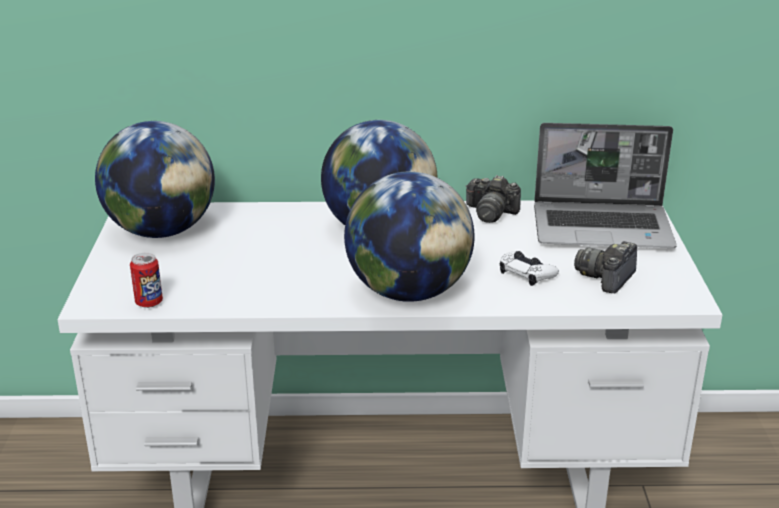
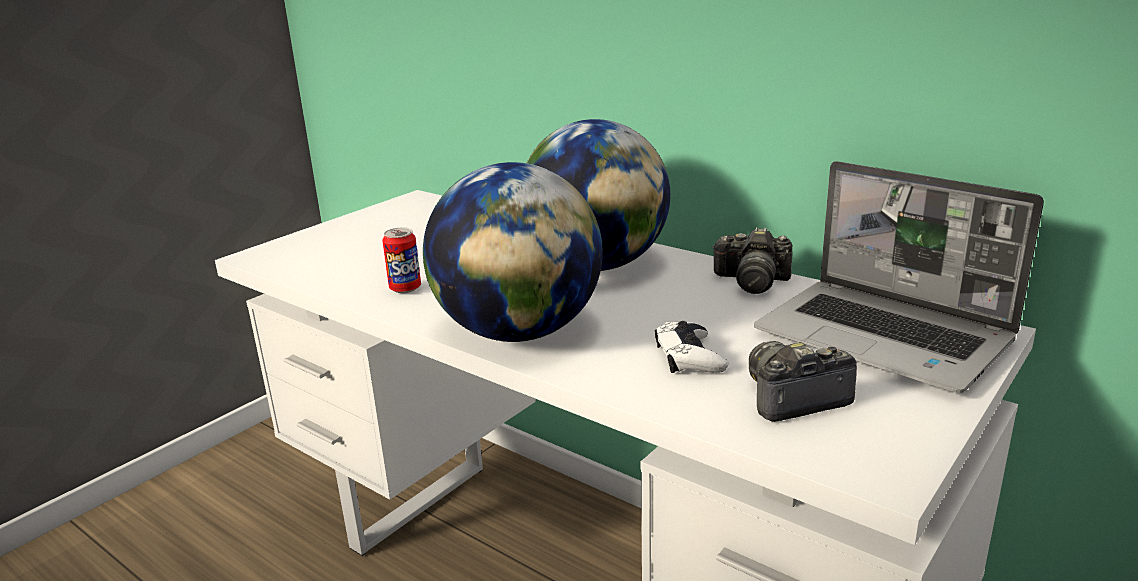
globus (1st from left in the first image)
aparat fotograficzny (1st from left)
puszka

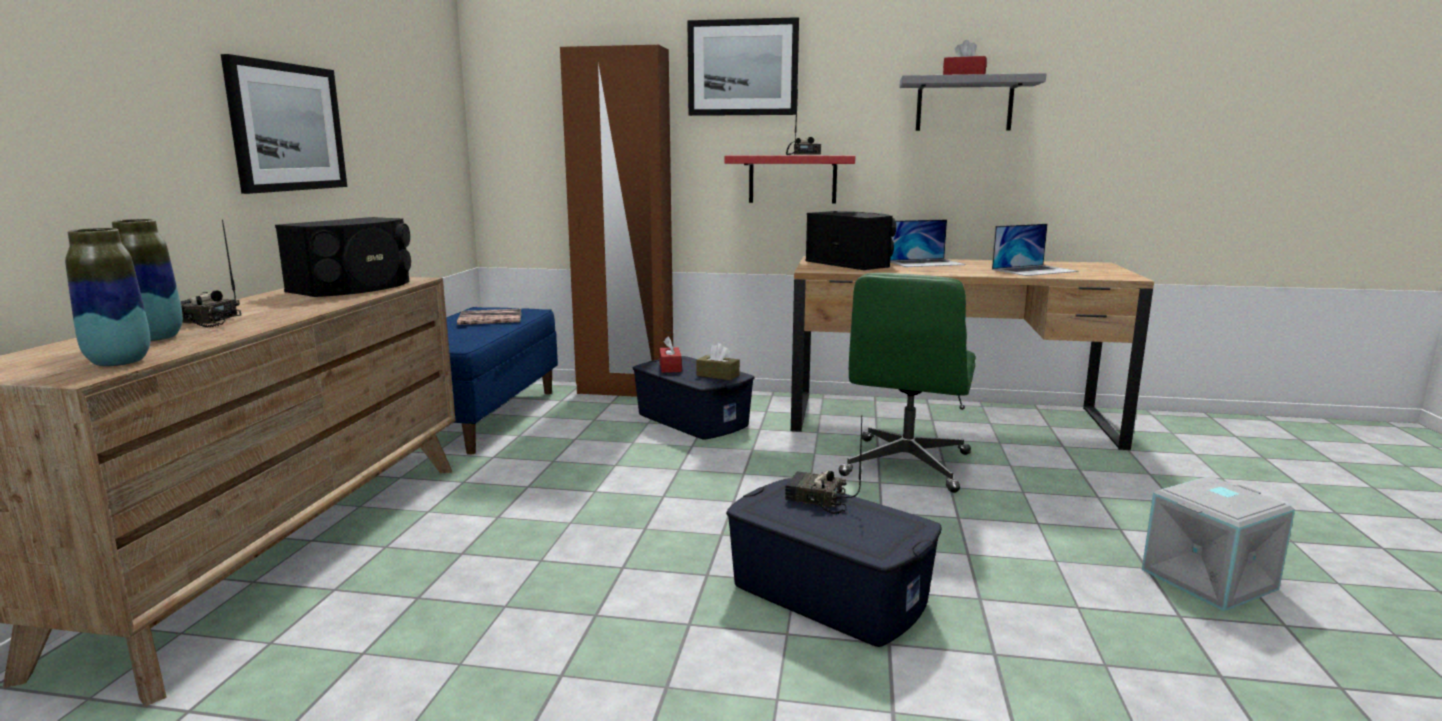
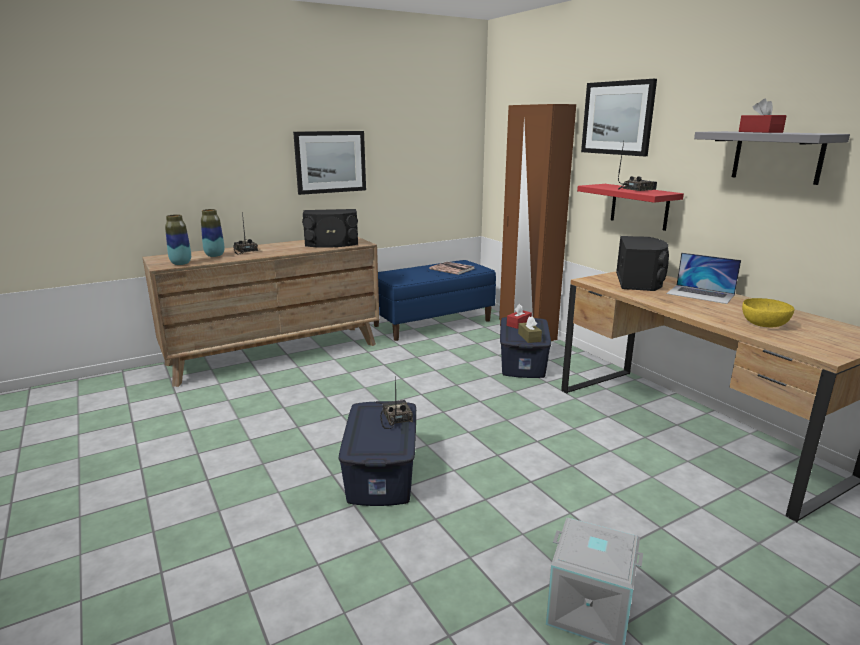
miska (żółty)
krzesło biurowe (zielony)

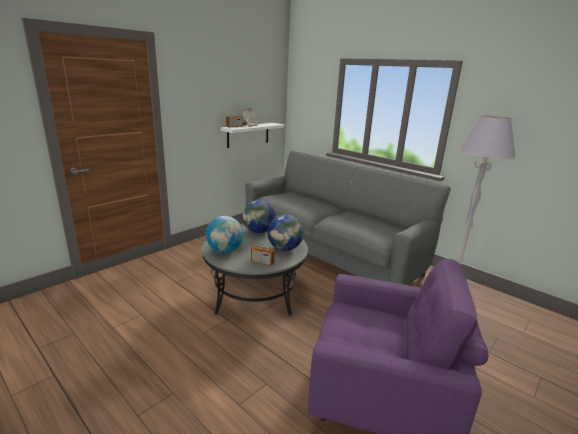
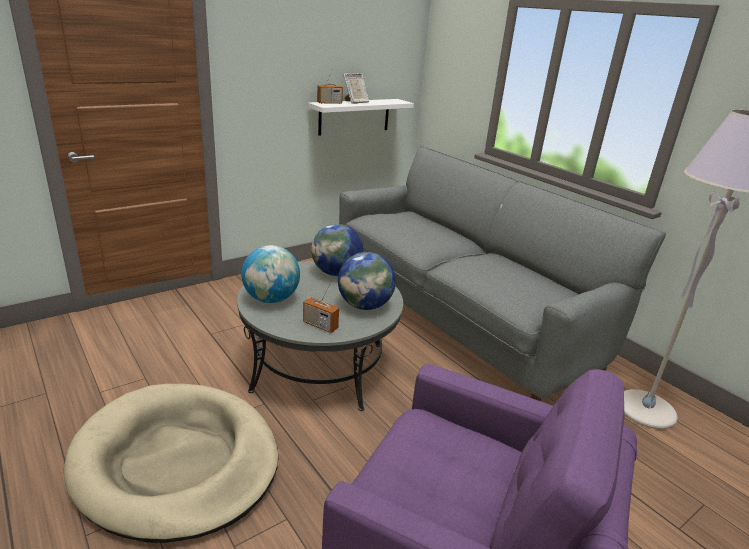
legowisko (beżowy)

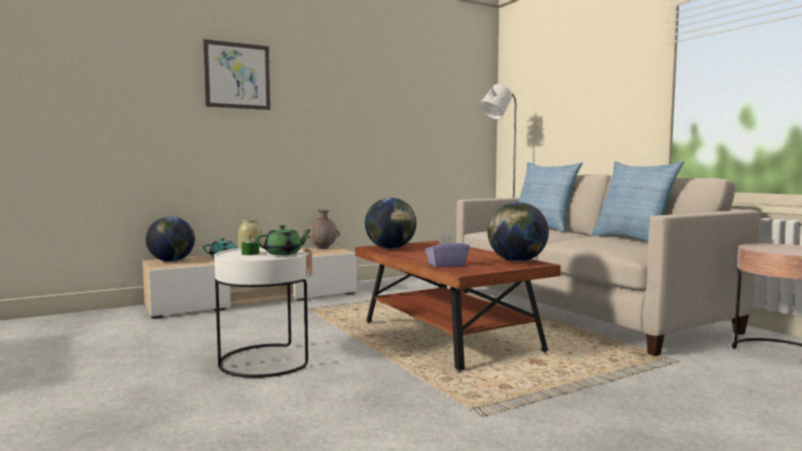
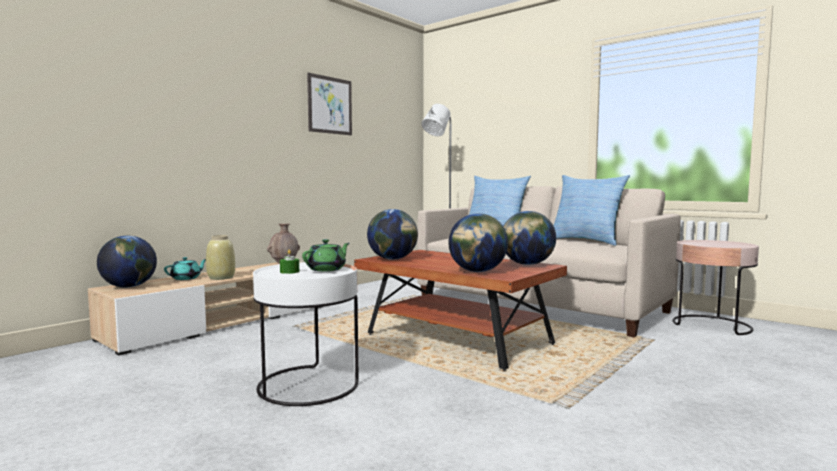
obraz
globus (3rd from left)

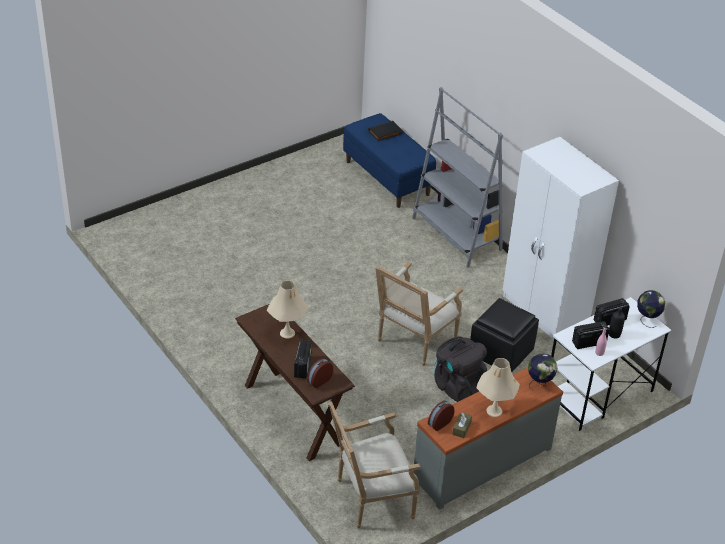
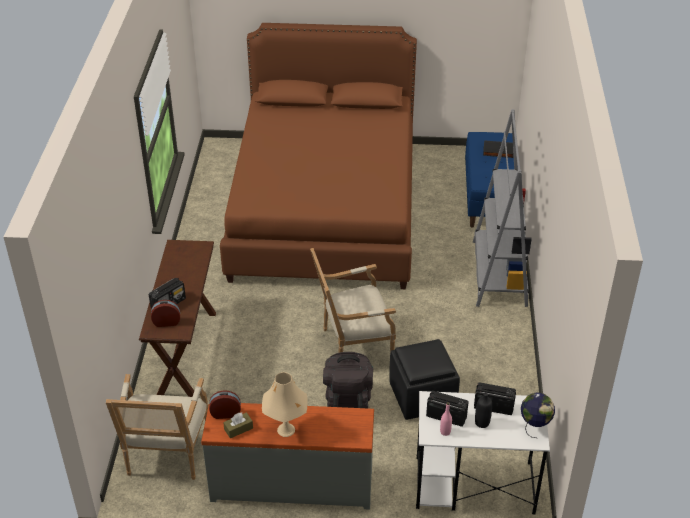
szafa (biały)
lampa stołowa (beżowy) (1st from left in the first image)
globus (1st from left in the first image)
fotel (1st from left)
łóżko (brązowy)

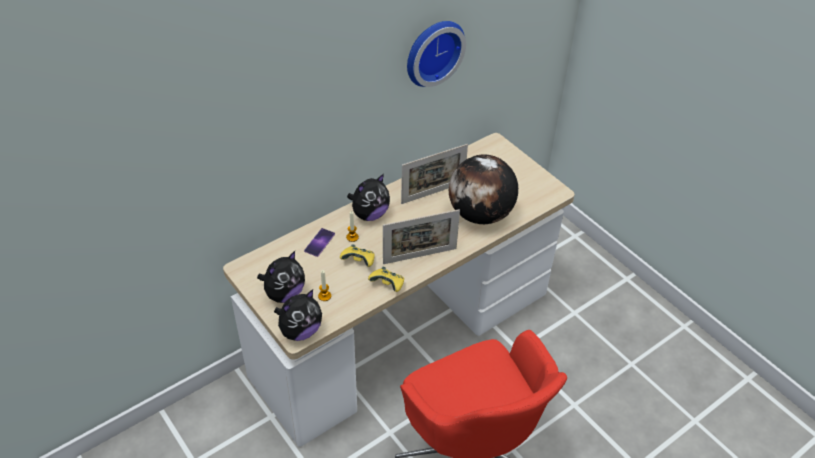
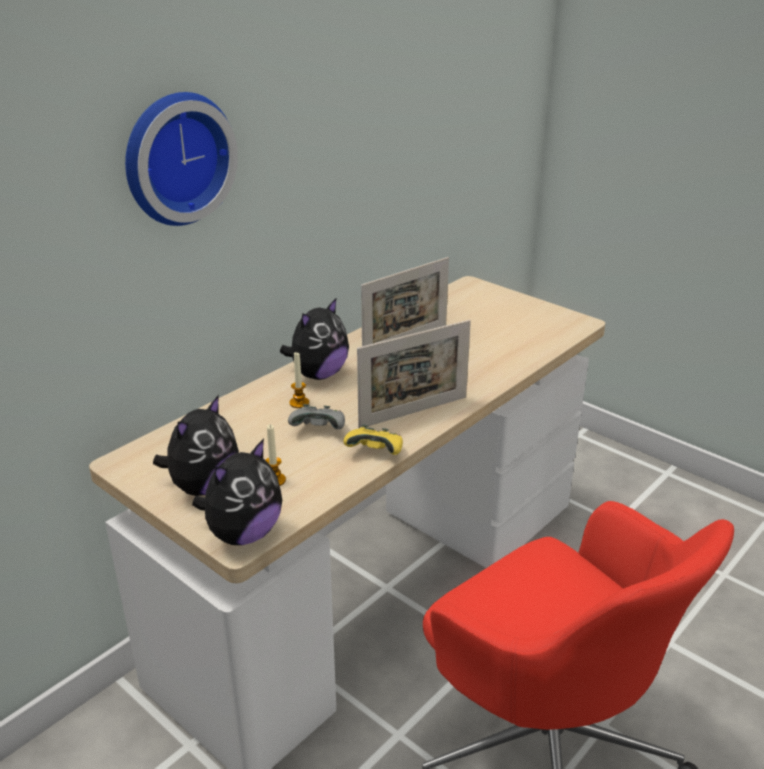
zegar ścienny
globus
telefon
pad do gier (szary)

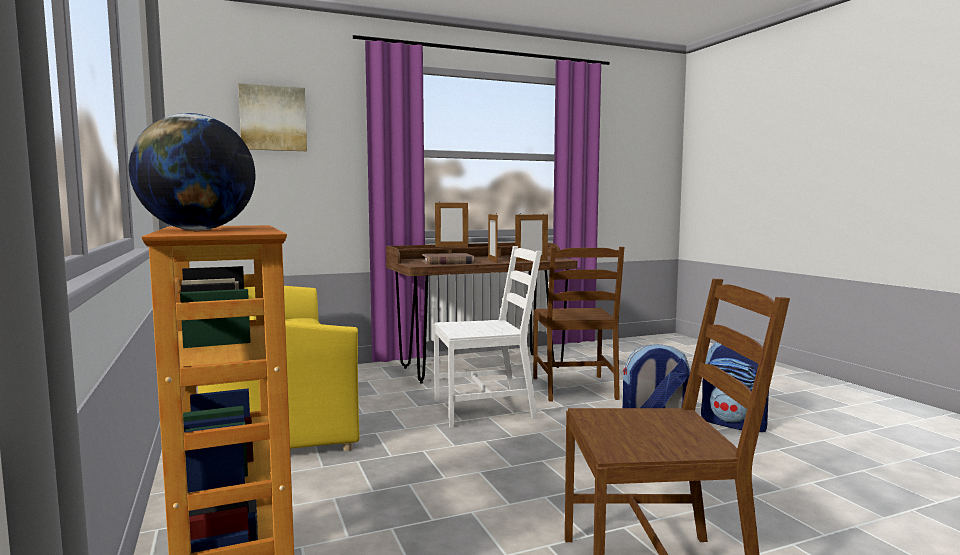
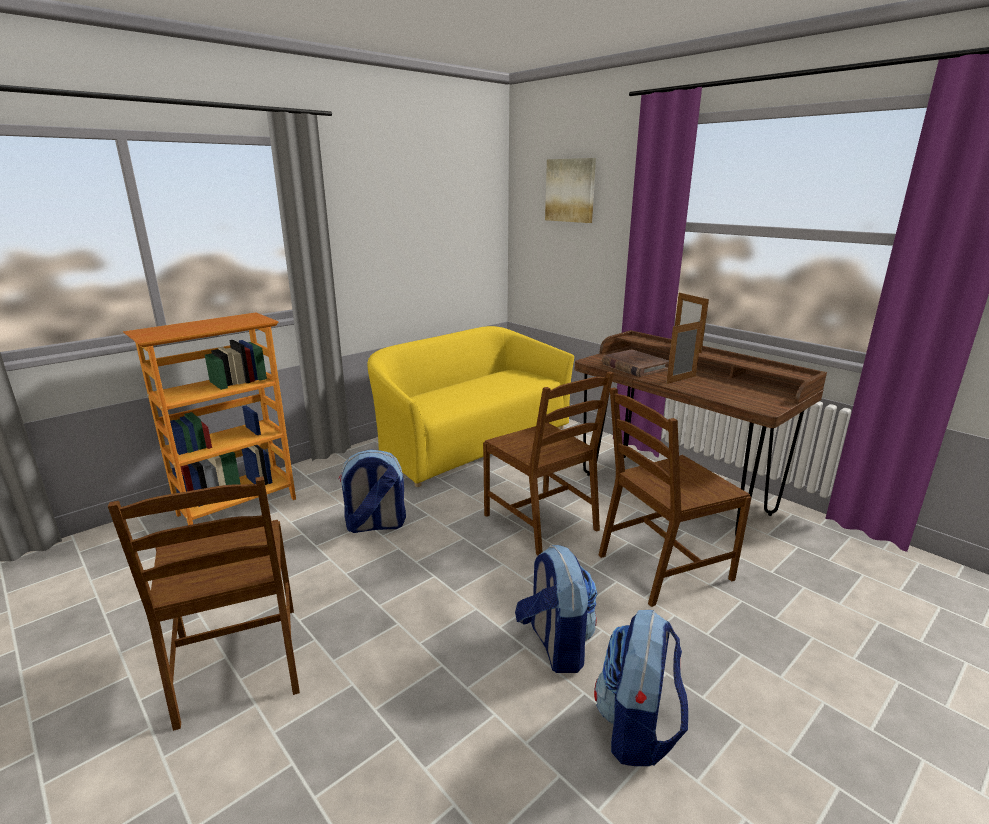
globus
ramka na zdjęcie (3rd from left in the first image)
krzesło (brązowy) (2nd from left)
plecak (1st from left)

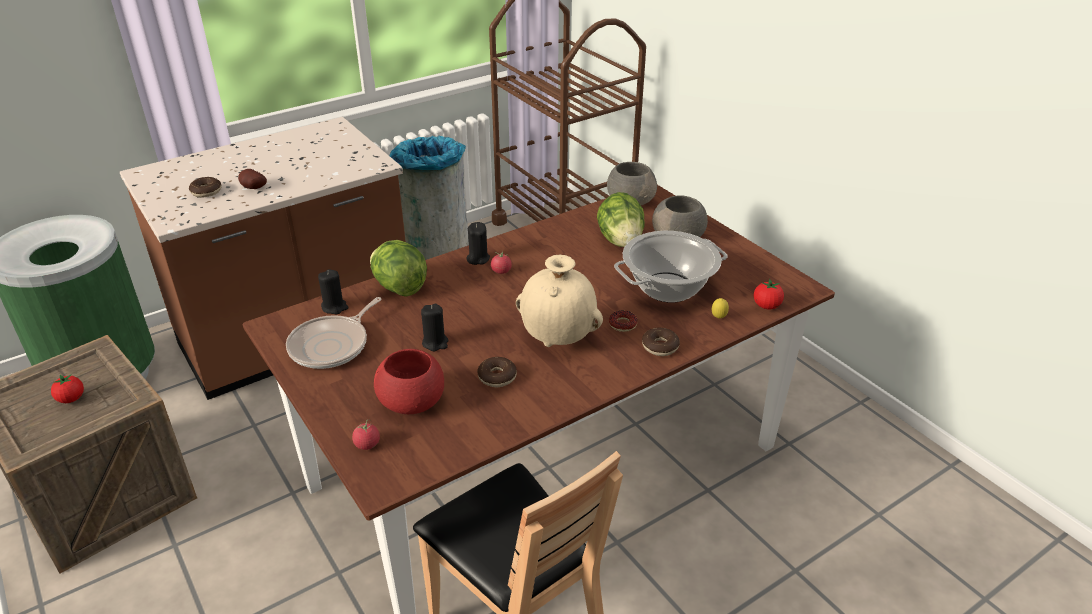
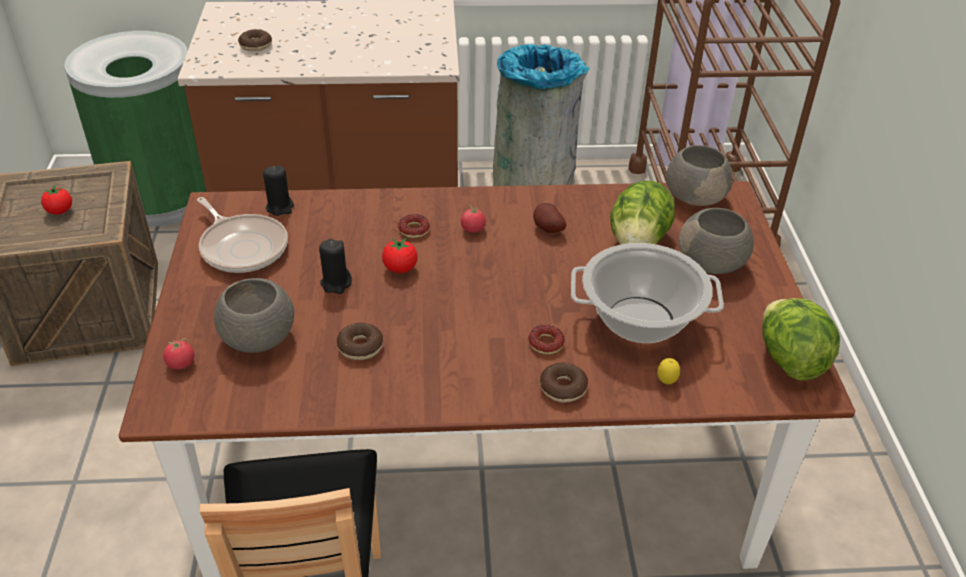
ziemniak
świeca (czarny) (3rd from left in the first image)
sałata (2nd from left)
wazon (beżowy)
pomidor (3rd from left)
patelnia
miska (szary) (1st from left)
donut (3rd from left)

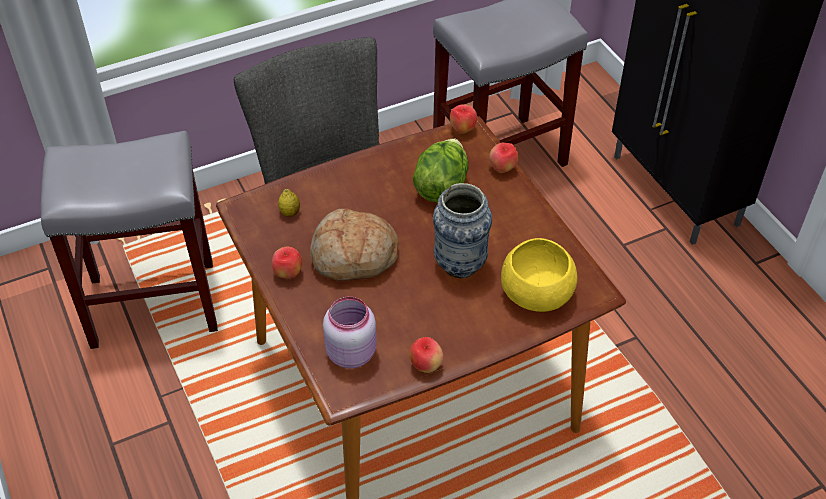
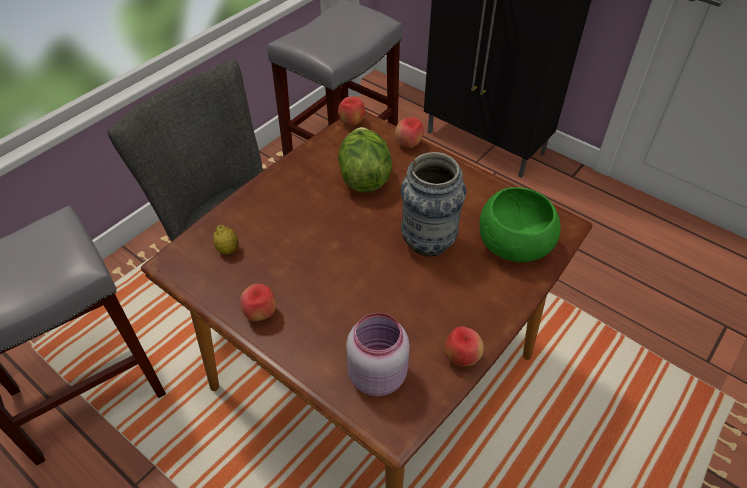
chleb
miska (zielony)

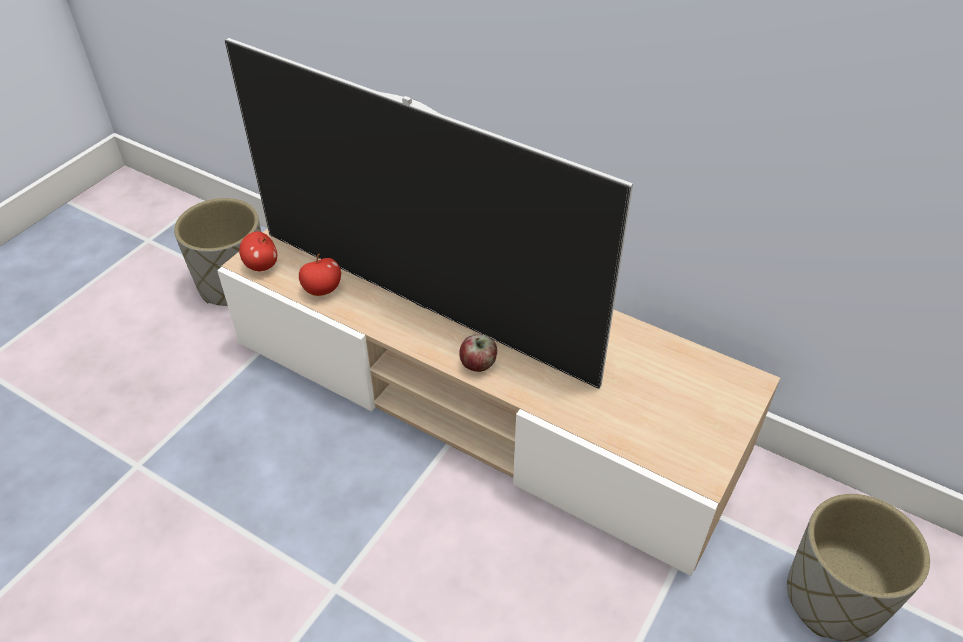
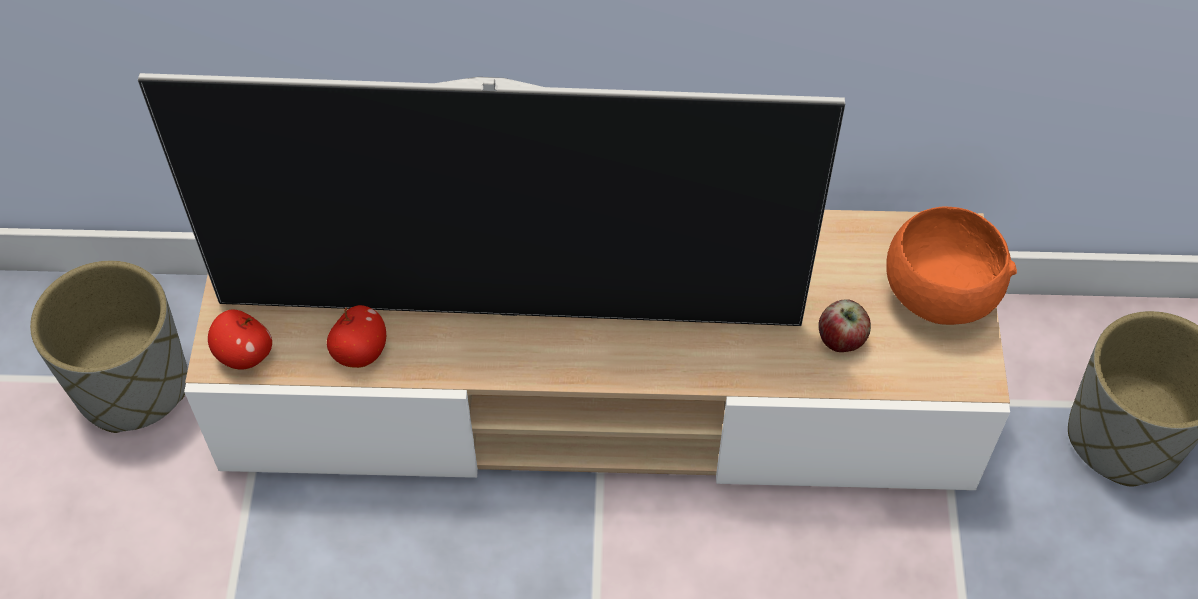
jabłko (3rd from left)
miska (pomarańczowy)

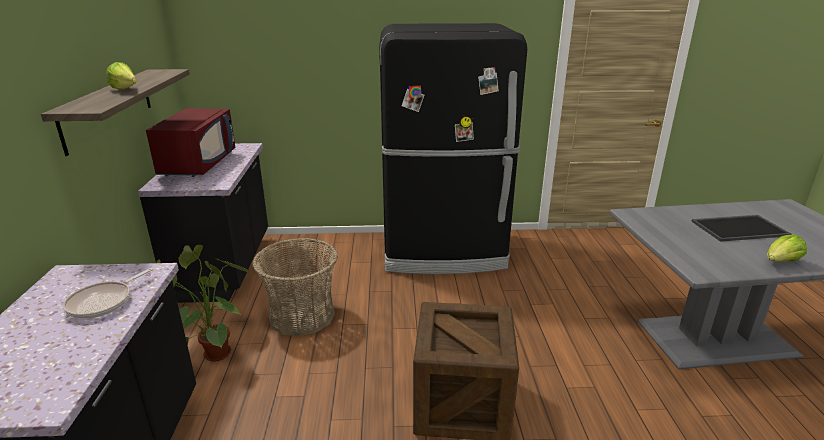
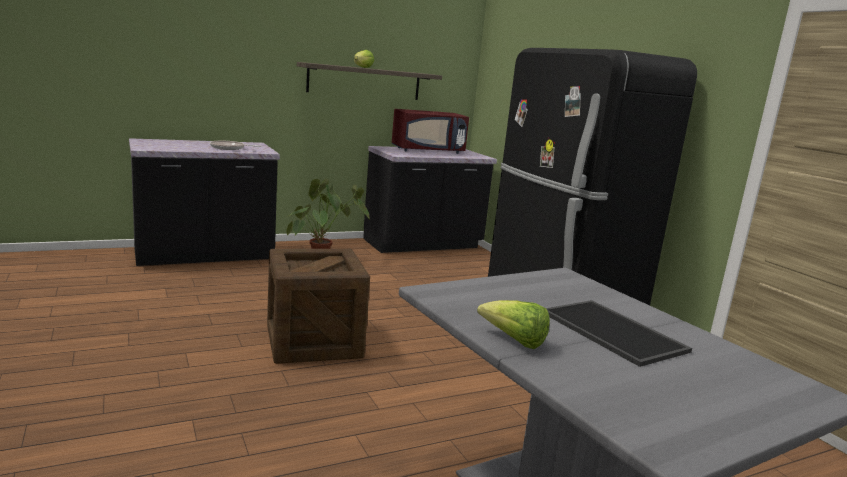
koszyk

